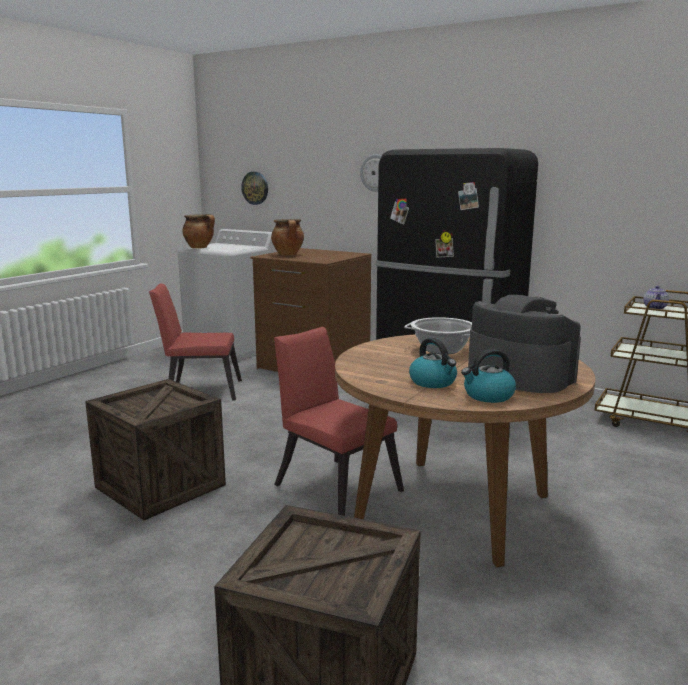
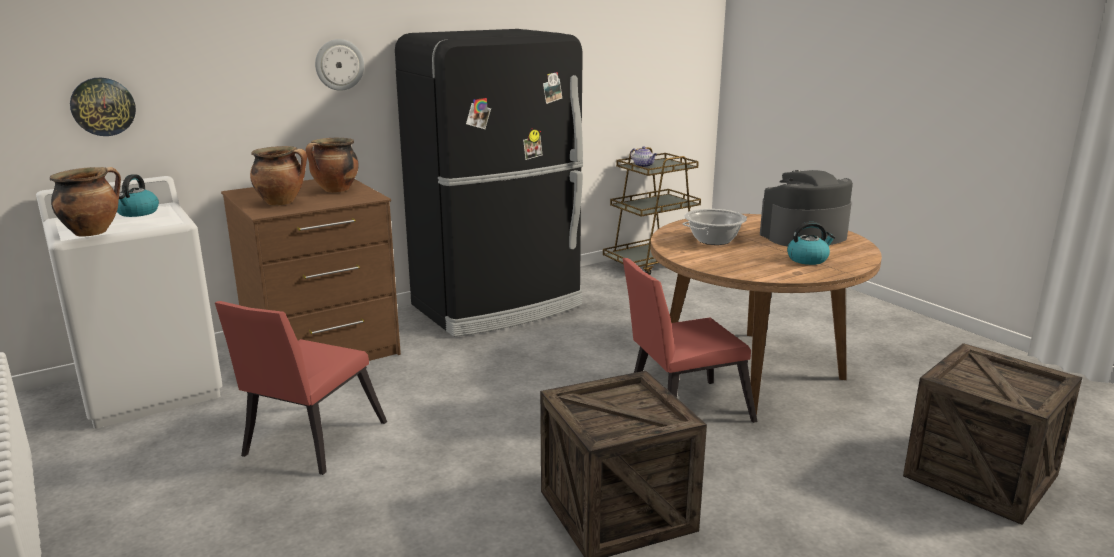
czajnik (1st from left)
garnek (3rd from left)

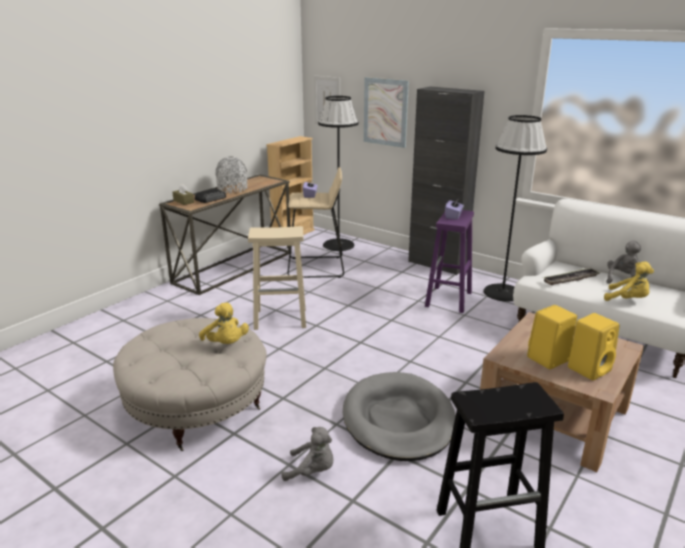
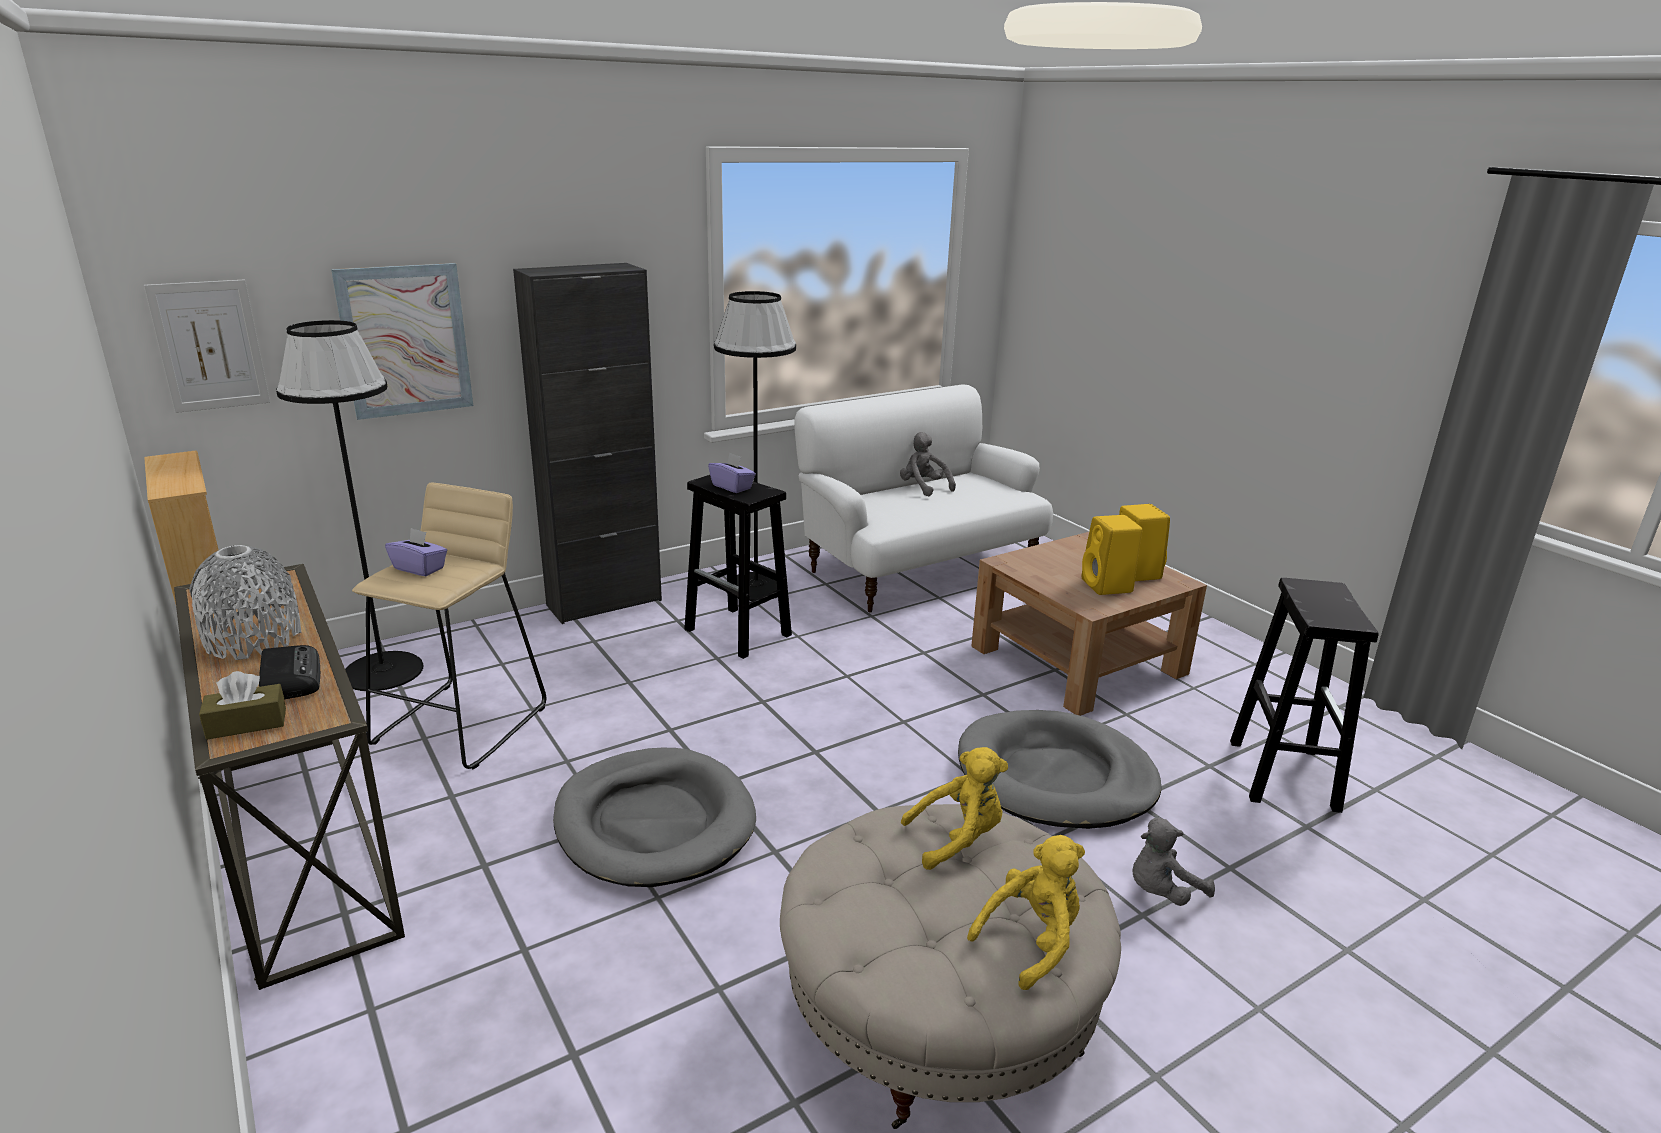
stołek (czarny) (1st from left)
legowisko (szary) (1st from left)
pluszak (żółty) (2nd from left)
taca
pluszak (szary) (2nd from left)

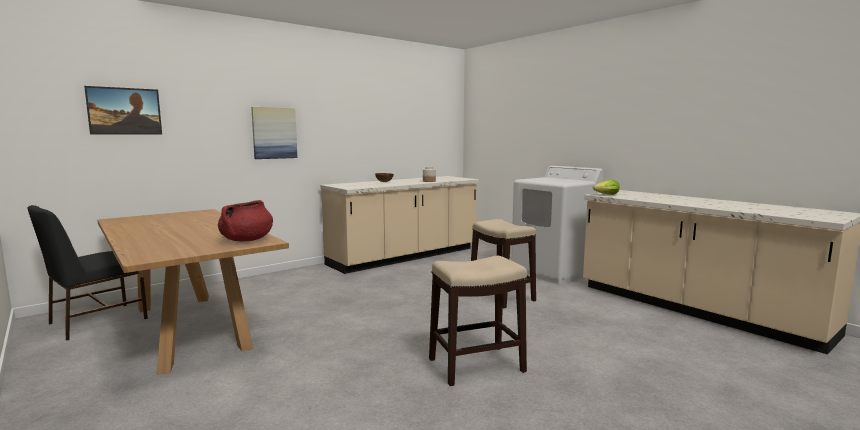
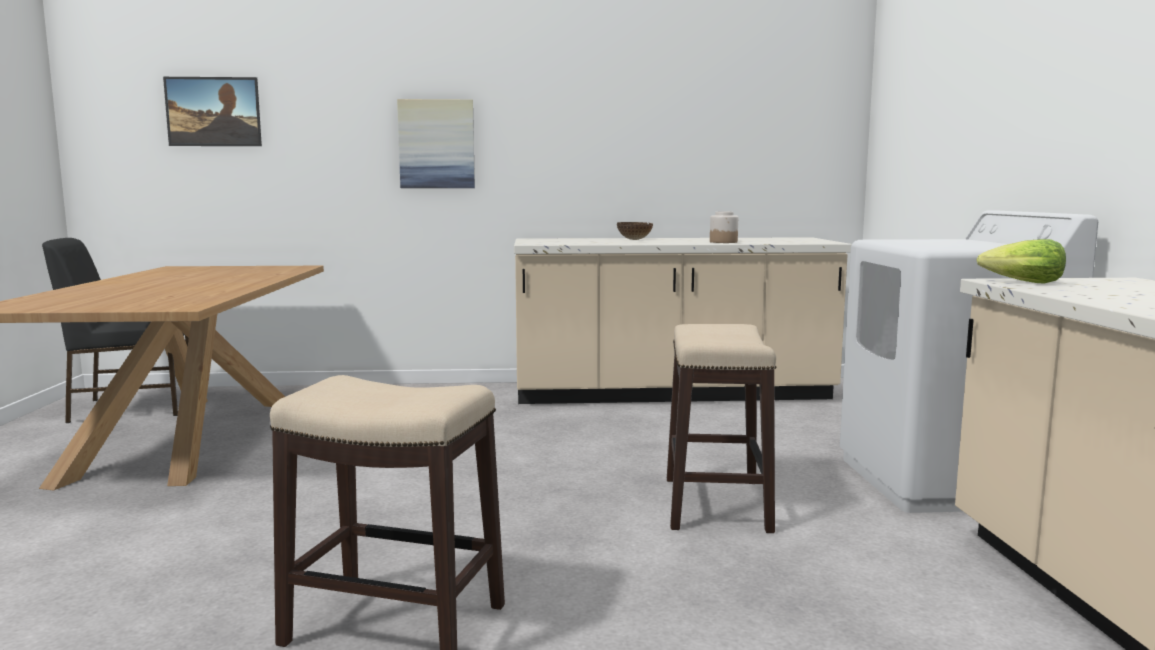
garnek (czerwony)

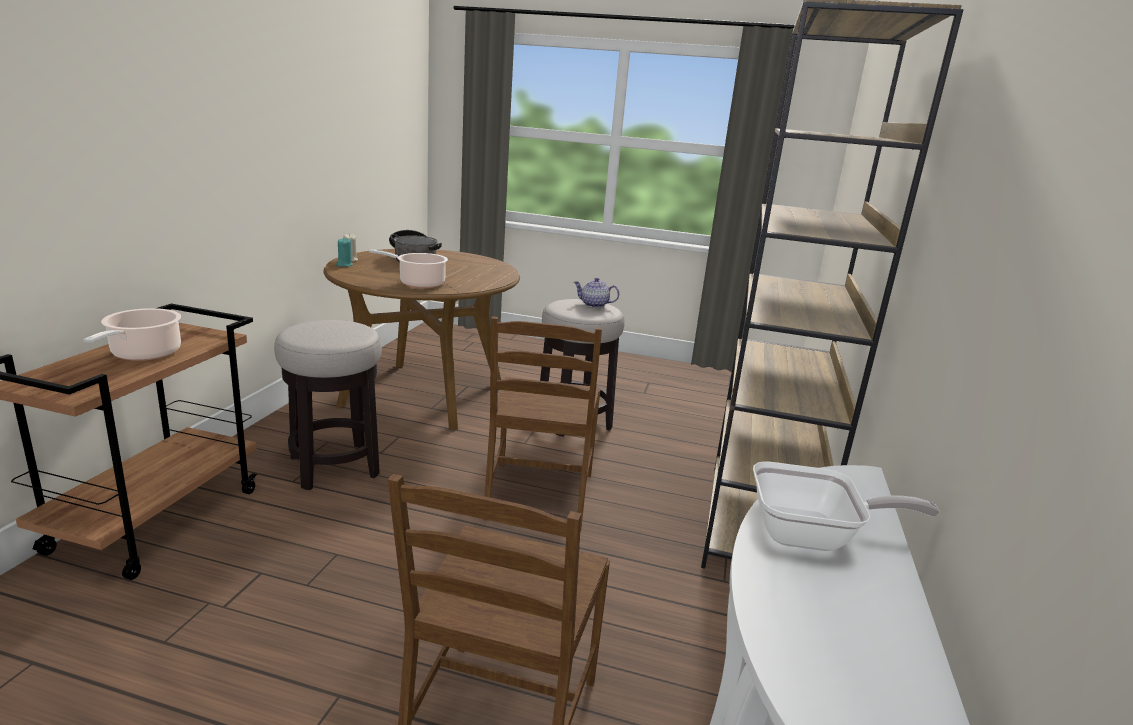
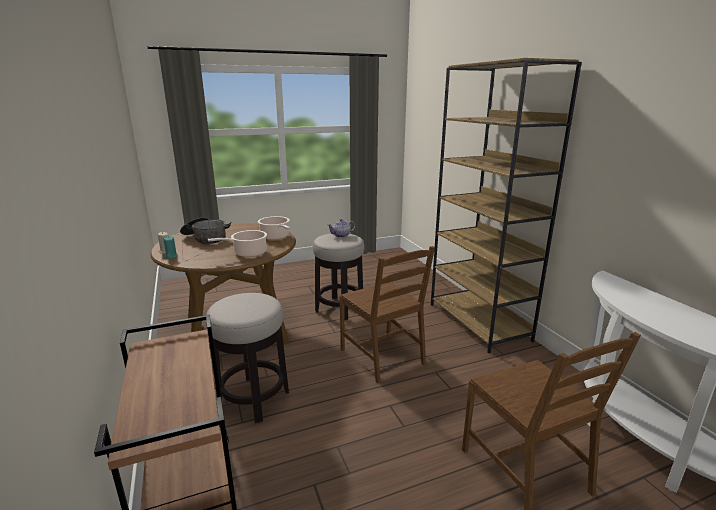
garnek (3rd from left)
patelnia

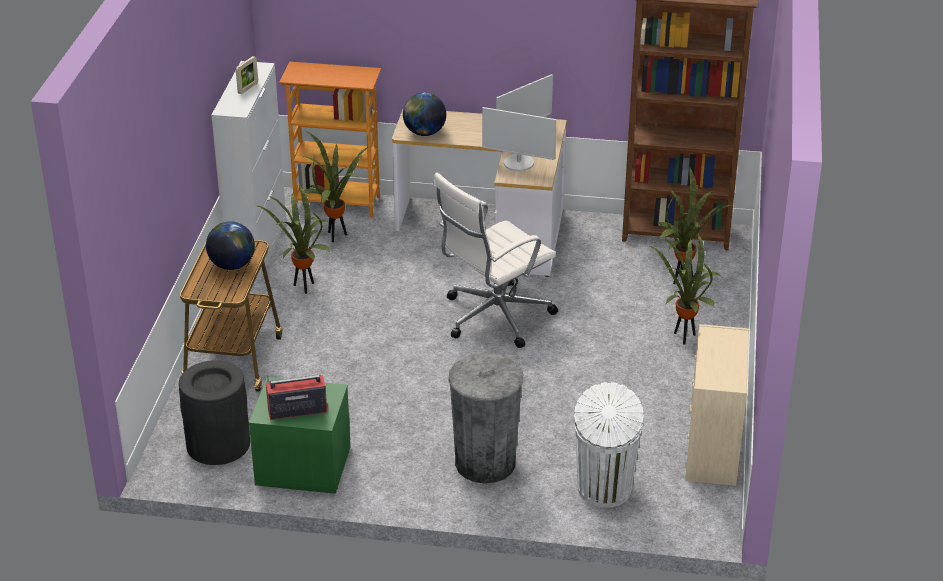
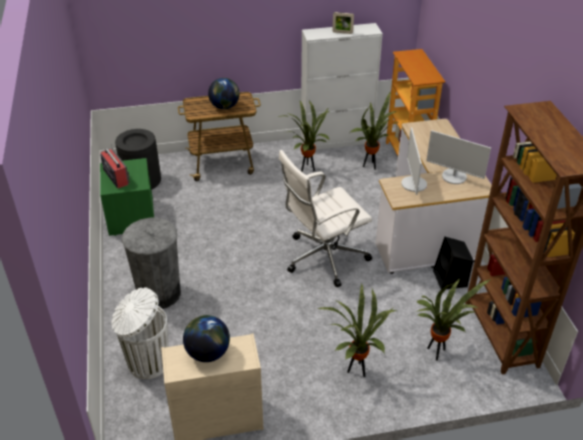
globus (1st from left)
krzesło biurowe (biały)
głośnik (czarny)

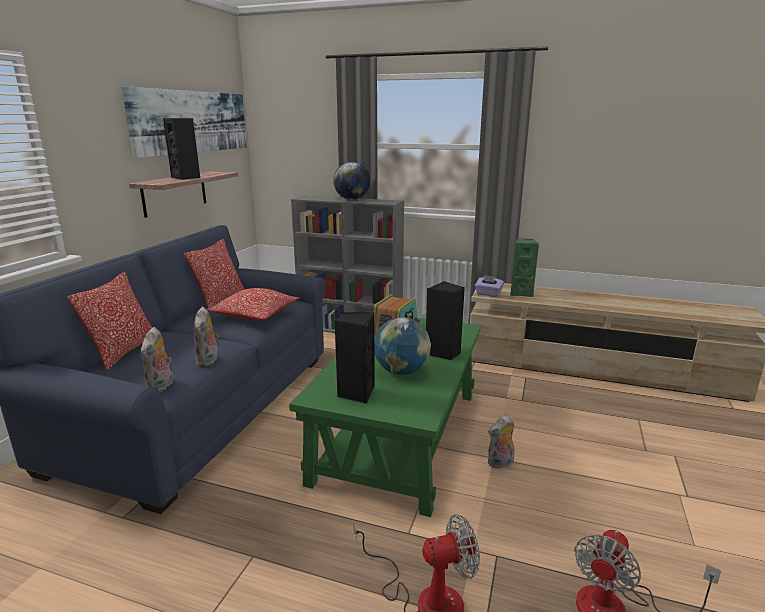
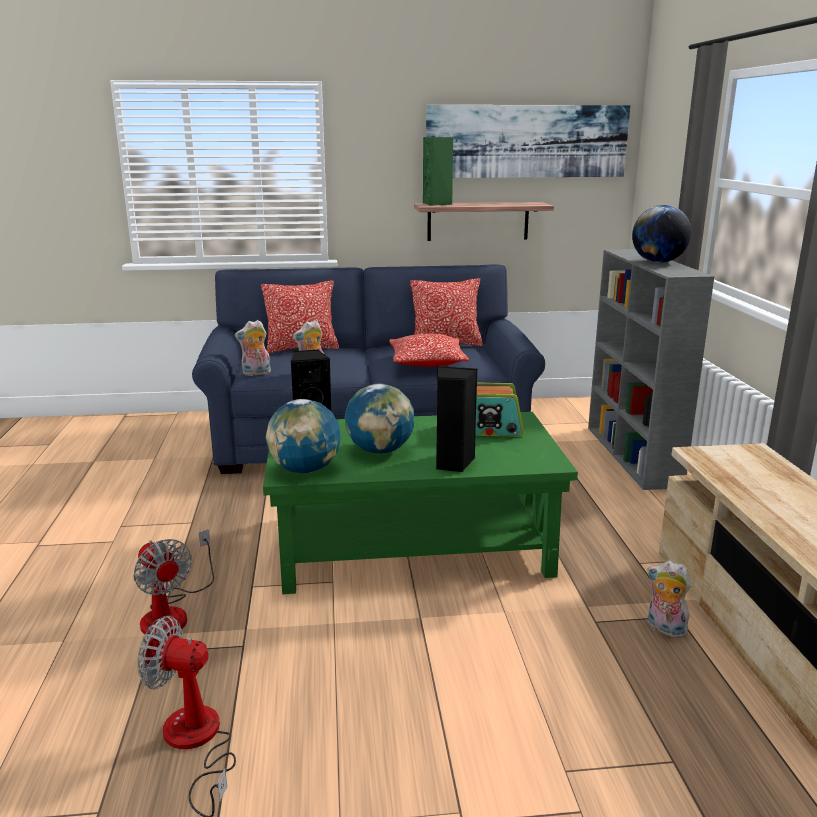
głośnik (czarny) (1st from left in the first image)
głośnik (zielony)
pudełko chusteczek (fioletowy)
pluszak (3rd from left)
globus (1st from left)

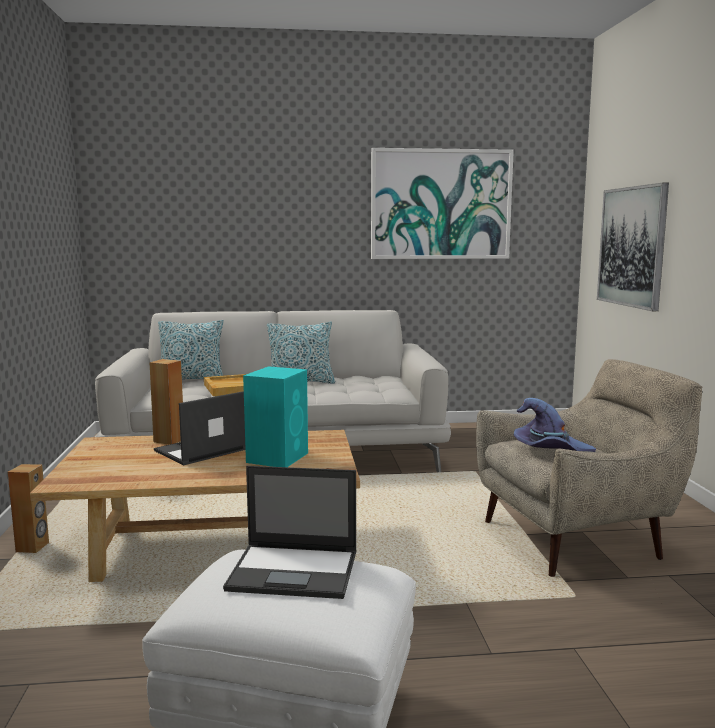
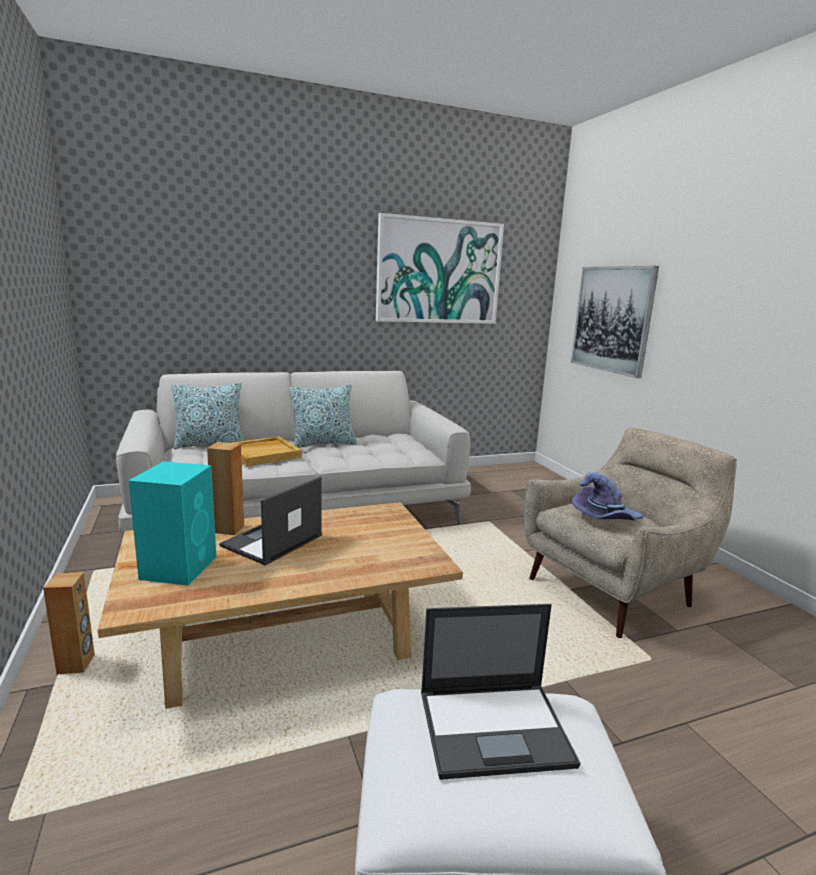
głośnik (turkusowy)

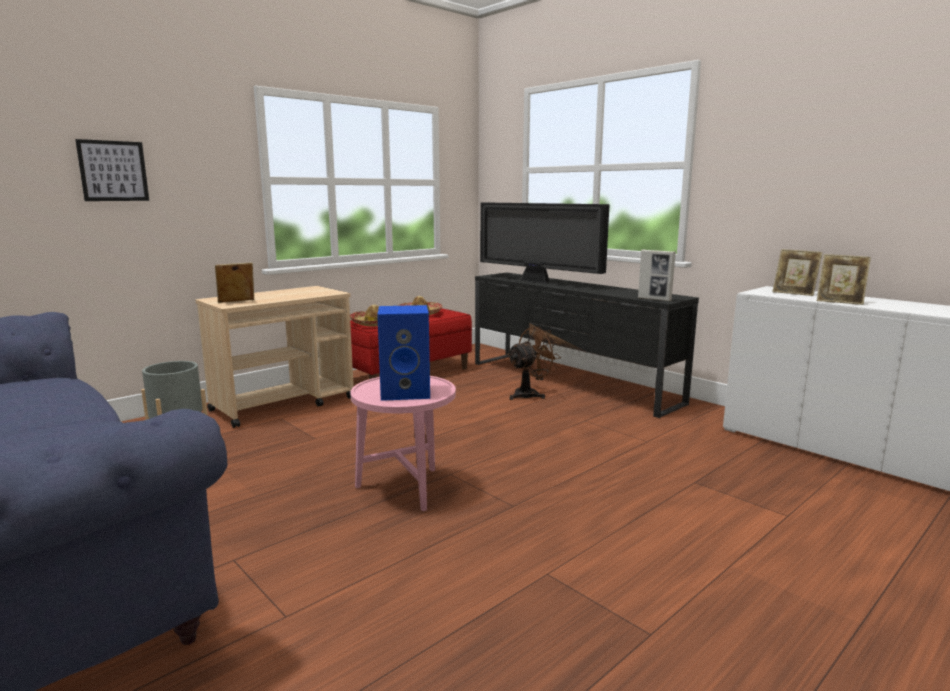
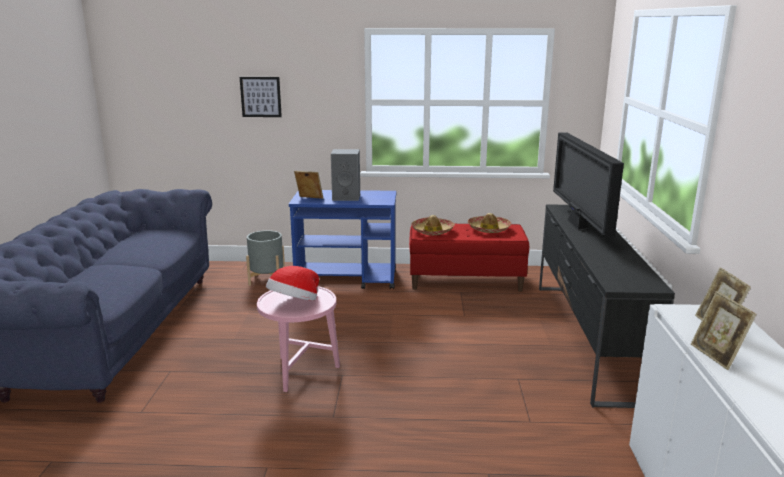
ramka na zdjęcie (2nd from left in the first image)
wózek (niebieski)
kapelusz (1st from left)
wentylator (brązowy)
głośnik (szary)

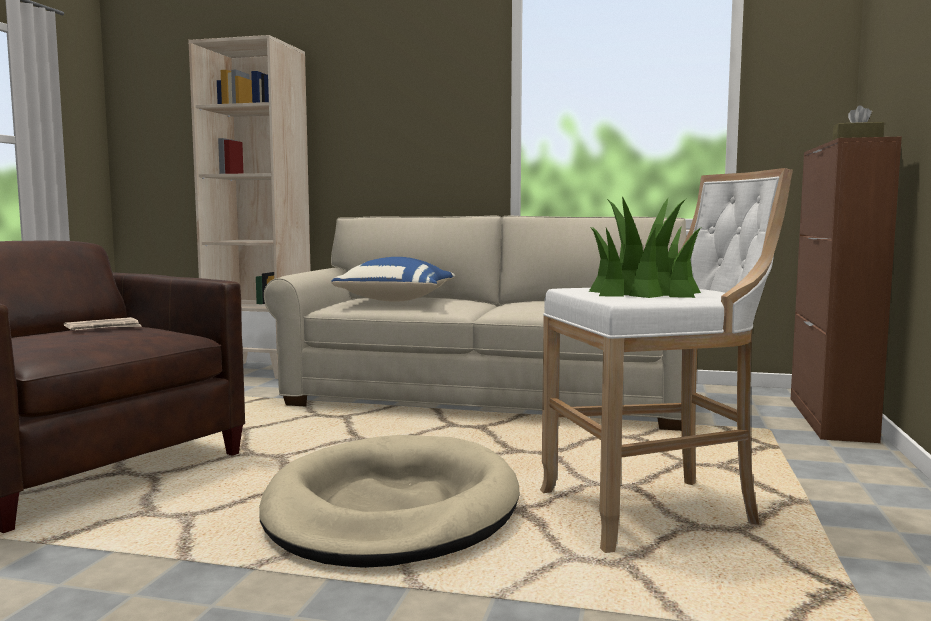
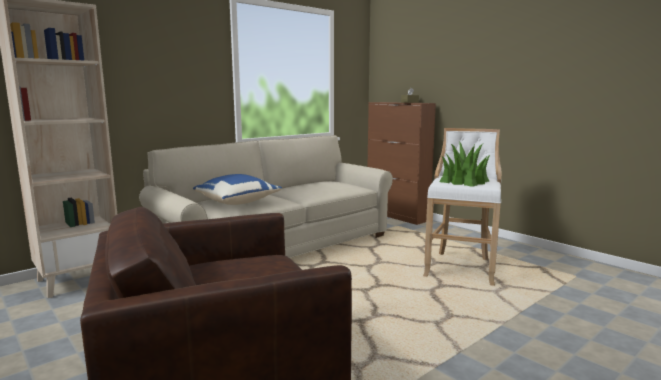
gazeta
legowisko (beżowy)

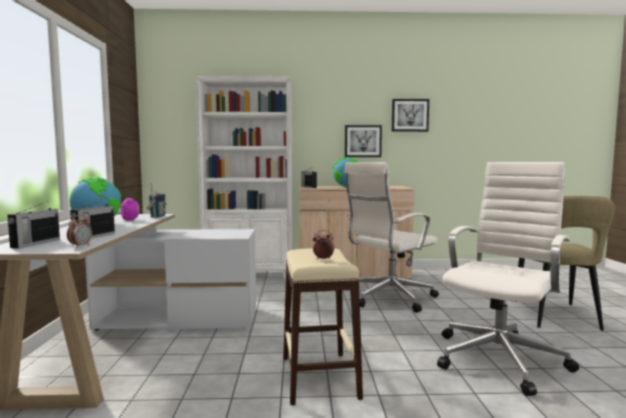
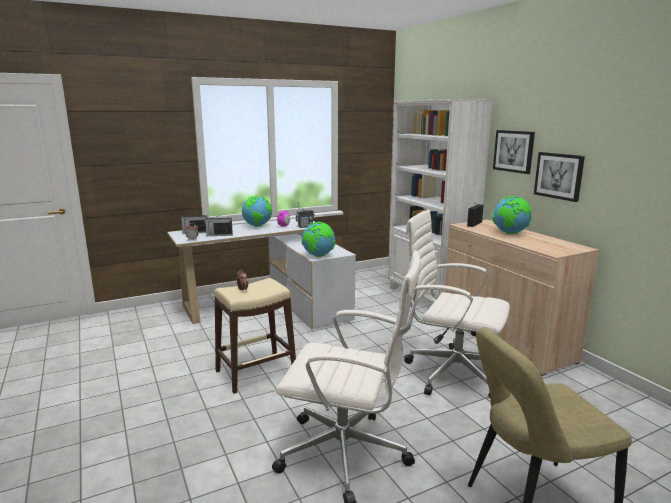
obraz (1st from left)
globus (2nd from left)

